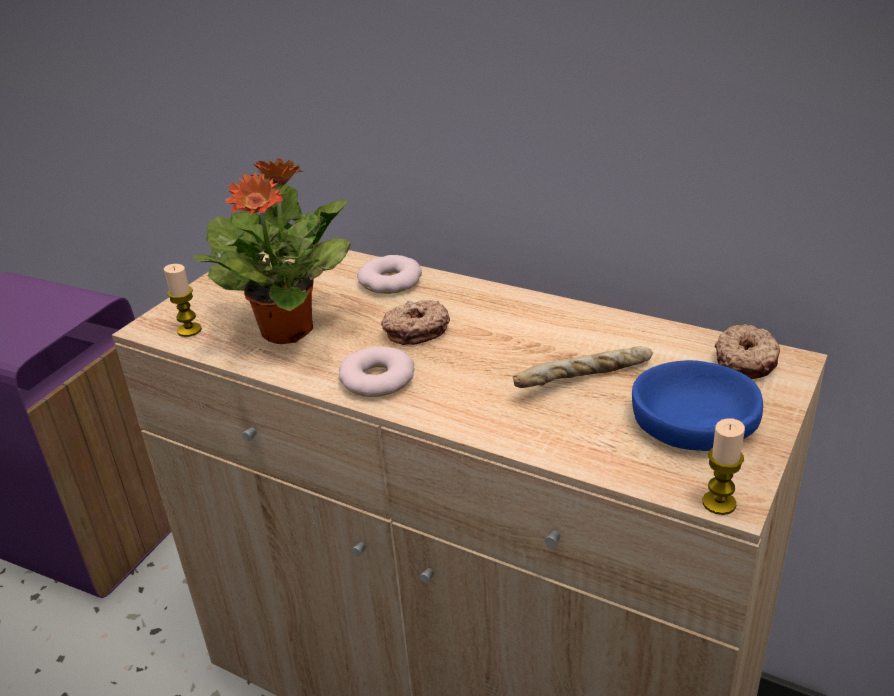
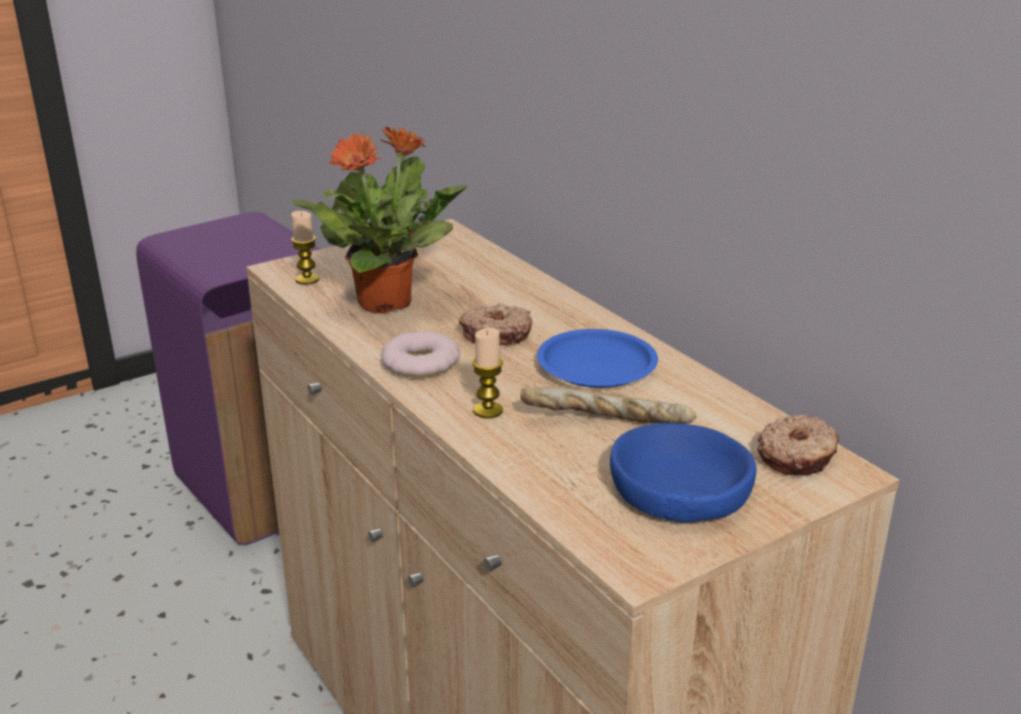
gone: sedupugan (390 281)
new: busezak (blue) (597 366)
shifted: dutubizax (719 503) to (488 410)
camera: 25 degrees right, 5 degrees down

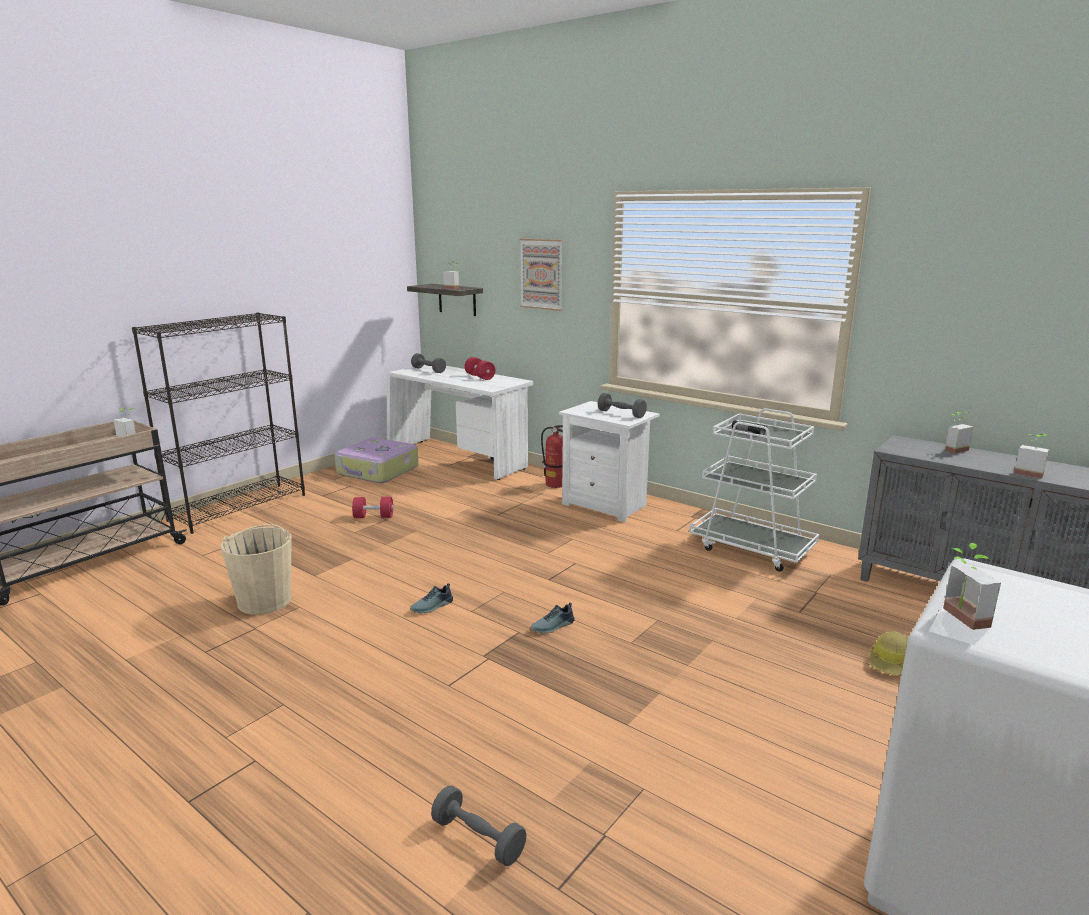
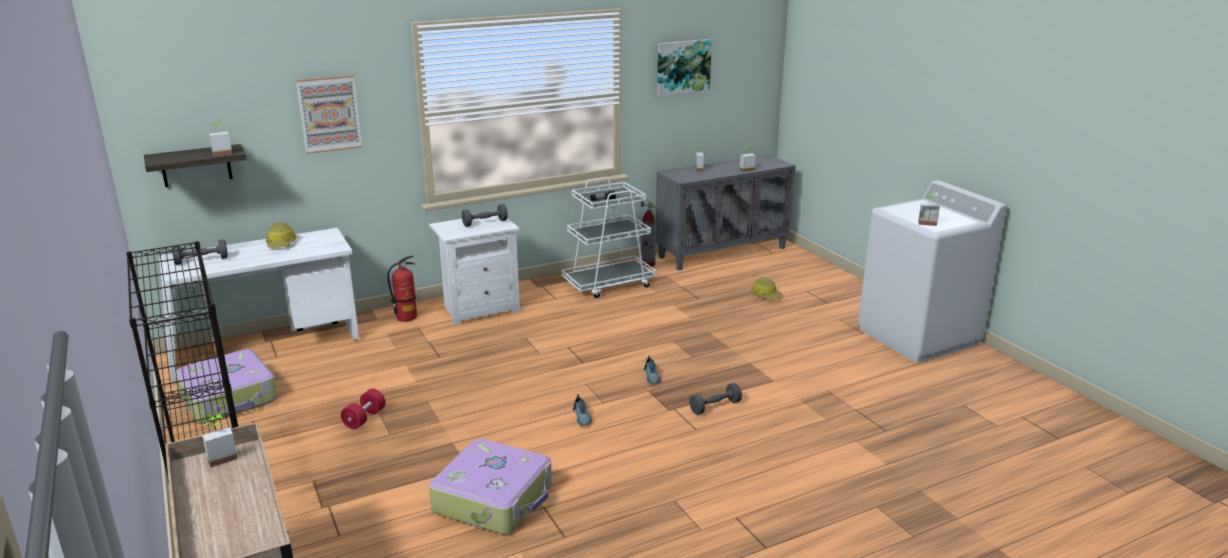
new: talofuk (648 264); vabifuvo (683 67)
shifted: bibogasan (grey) (478 838) to (715 407)
swapped: bibogasan (red) (480 377) to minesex (281 244); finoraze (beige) (265 601) to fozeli (494 498)
camera: 65 degrees left, 5 degrees up

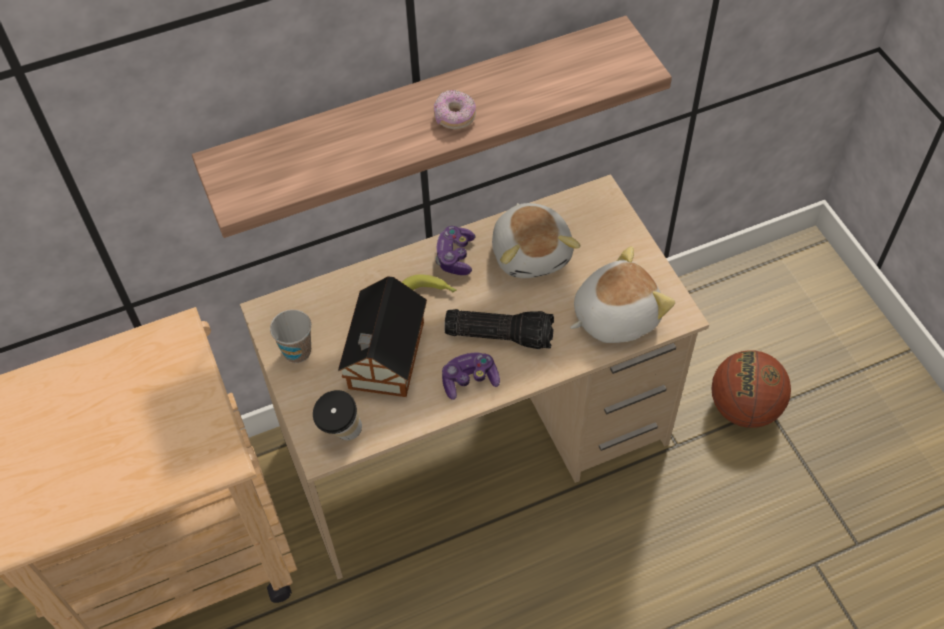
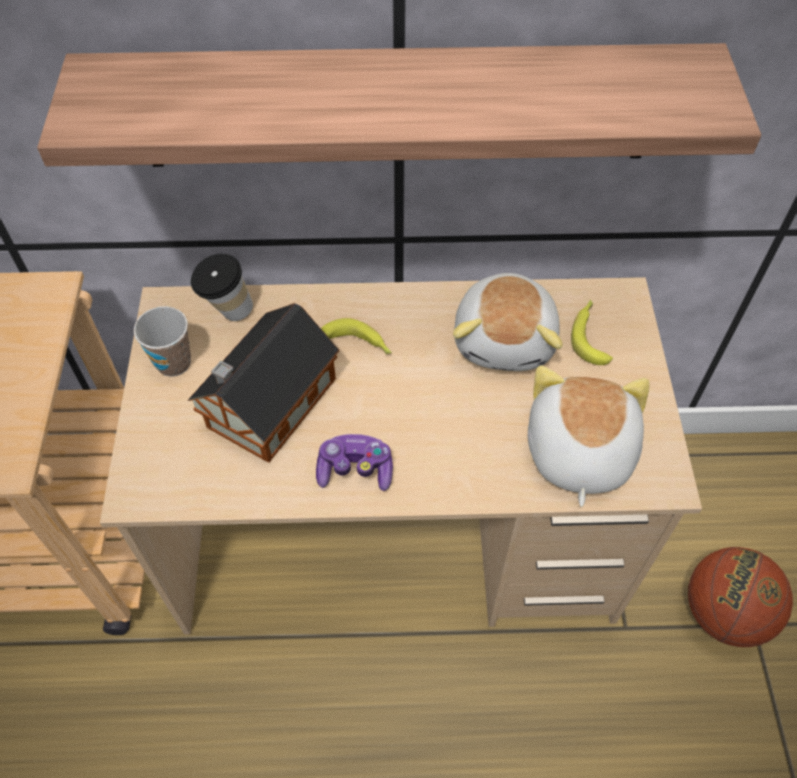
gone: sedupugan (454 117); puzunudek (455 256); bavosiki (500 334)
new: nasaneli (590 335)
shifted: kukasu (341 434) to (227 313)
rotated: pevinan (614 315) = (577 452) 75 degrees counterclockwise
camera: 20 degrees right, 0 degrees up

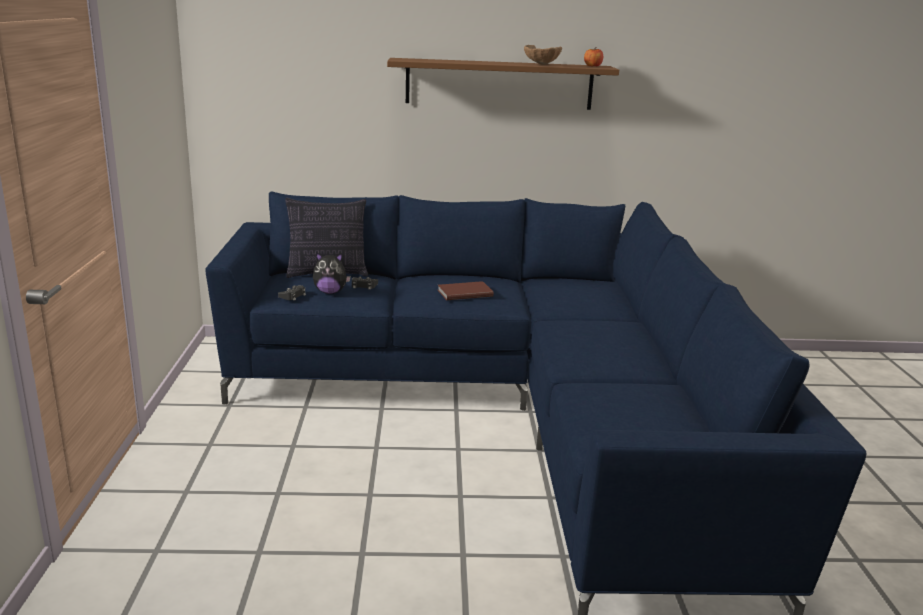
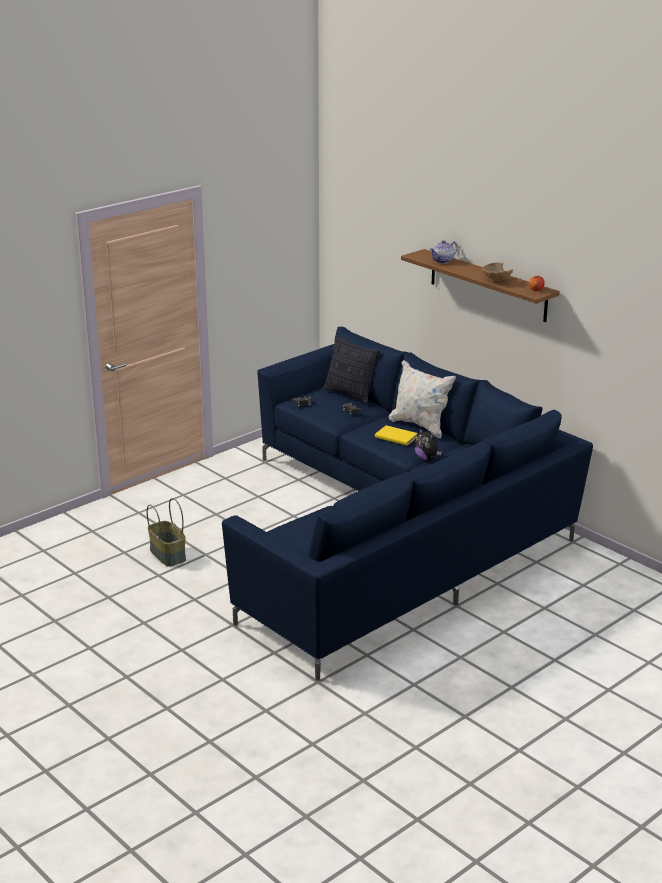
new: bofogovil (168 555); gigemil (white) (420 426); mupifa (443 261)
shifted: pevinan (330 292) to (426 458)
repainted: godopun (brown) (464 293) to godopun (yellow) (396 436)
camera: 50 degrees right, 5 degrees up

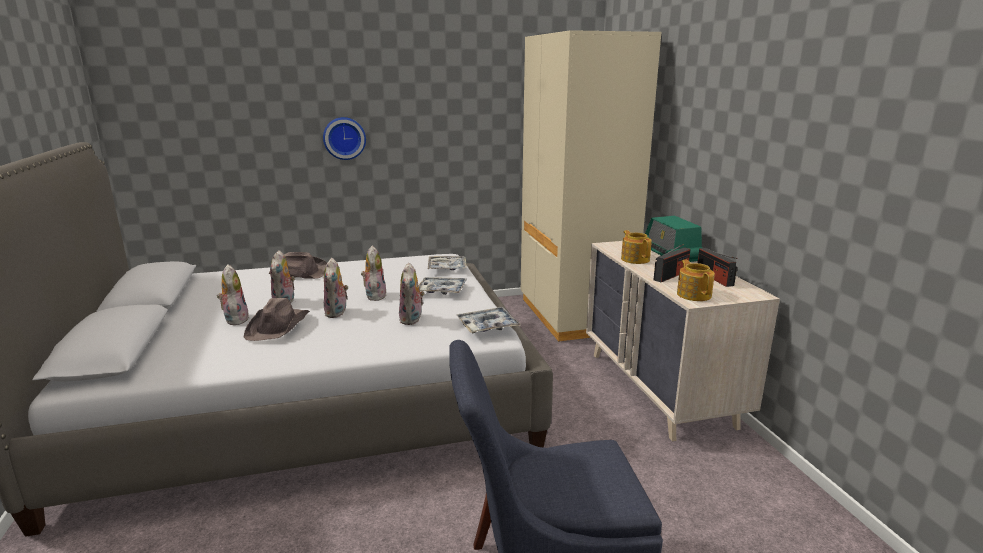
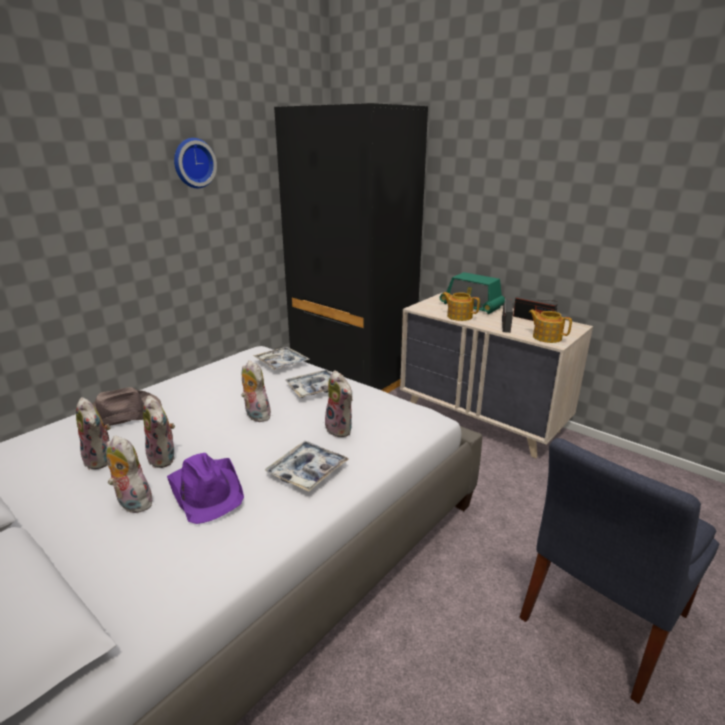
shifted: pevinan (337 313) to (101 460); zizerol (344 138) to (193 163); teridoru (487 326) to (307 471)
repainted: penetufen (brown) (278 326) to penetufen (purple) (207 490); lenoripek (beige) (573 315) to lenoripek (black) (352 376)
camera: 35 degrees left, 5 degrees up

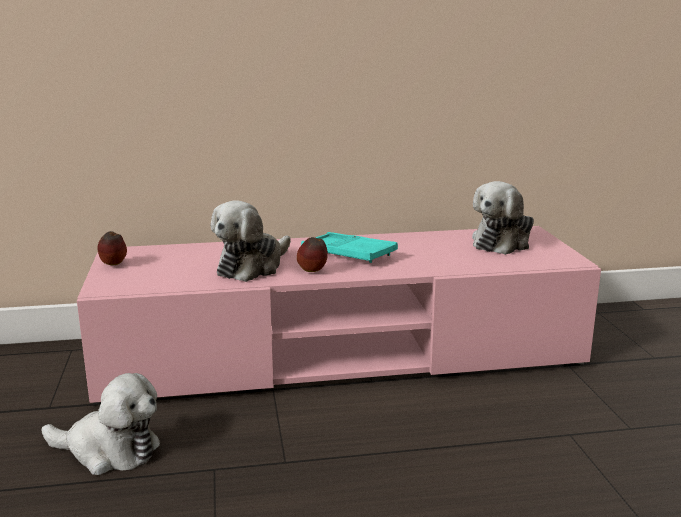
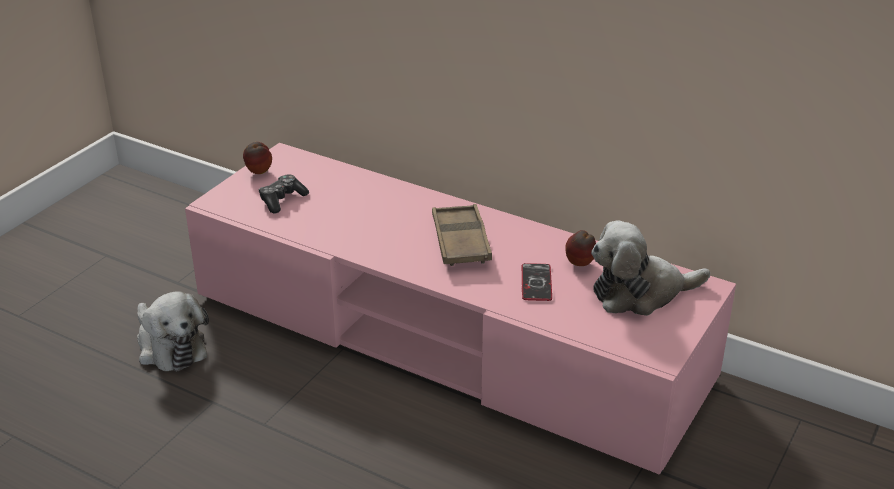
gone: pevinan (252 267)
new: puzunudek (282 200); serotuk (536 283)
shifted: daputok (313 272) to (580 265)
repainted: teridoru (turquoise) (348 254) to teridoru (brown) (460 241)
camera: 40 degrees right, 15 degrees up

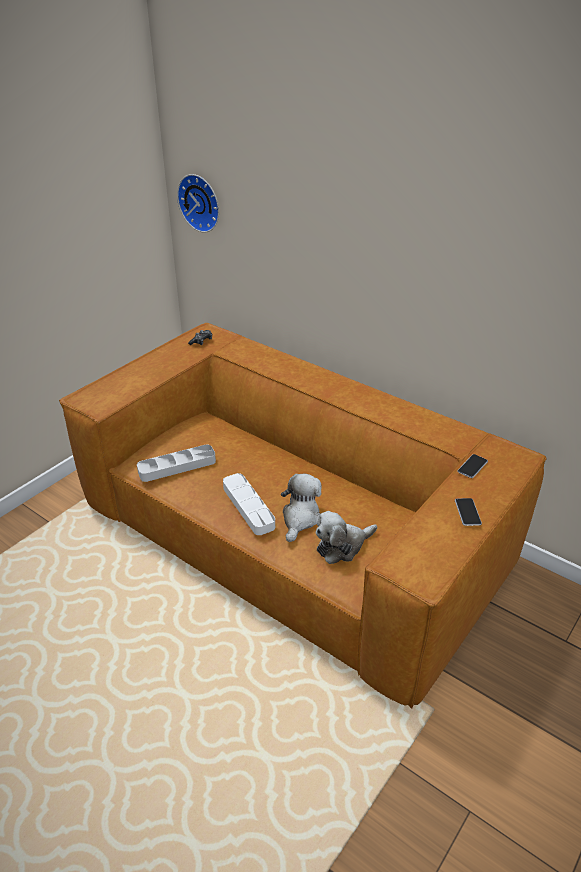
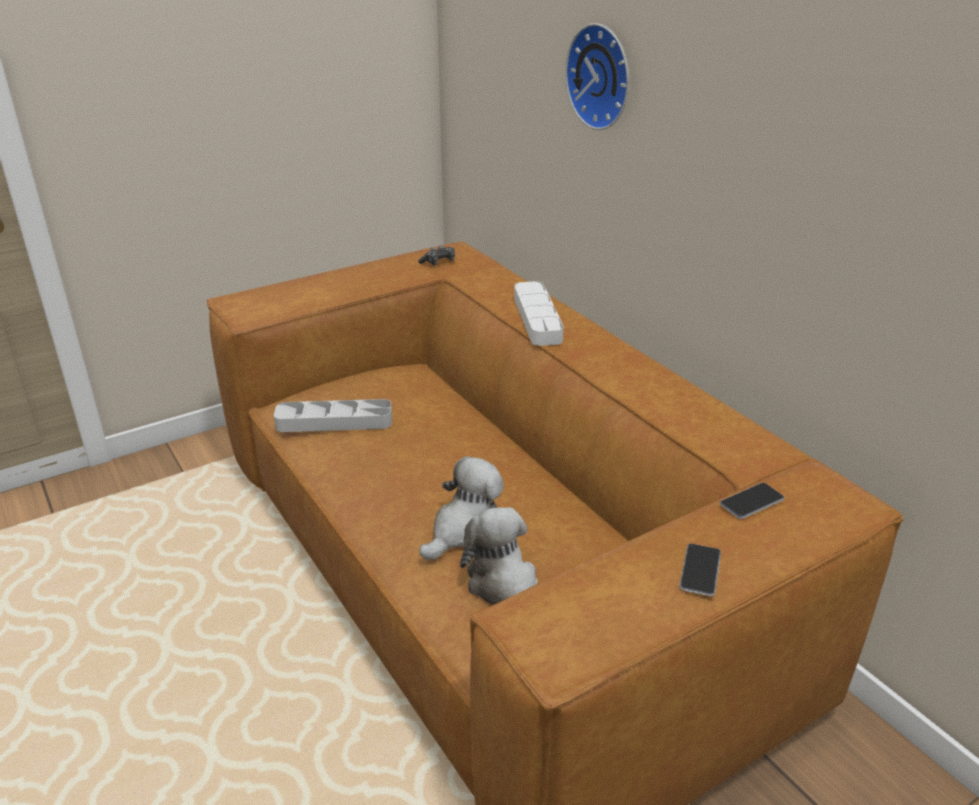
shifted: teridoru (white) (248 507) to (537 318); zizerol (201 202) to (602 76)
rotated: pevinan (342 546) = (504 586) 75 degrees clockwise
camera: 20 degrees right, 5 degrees down

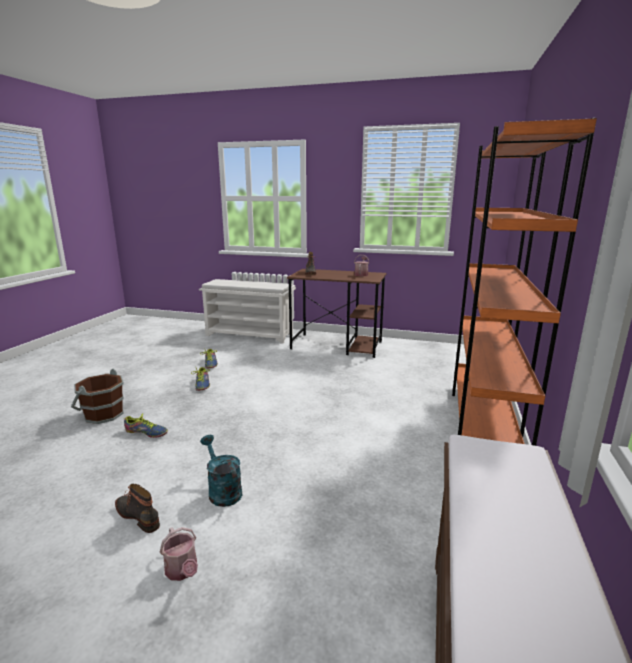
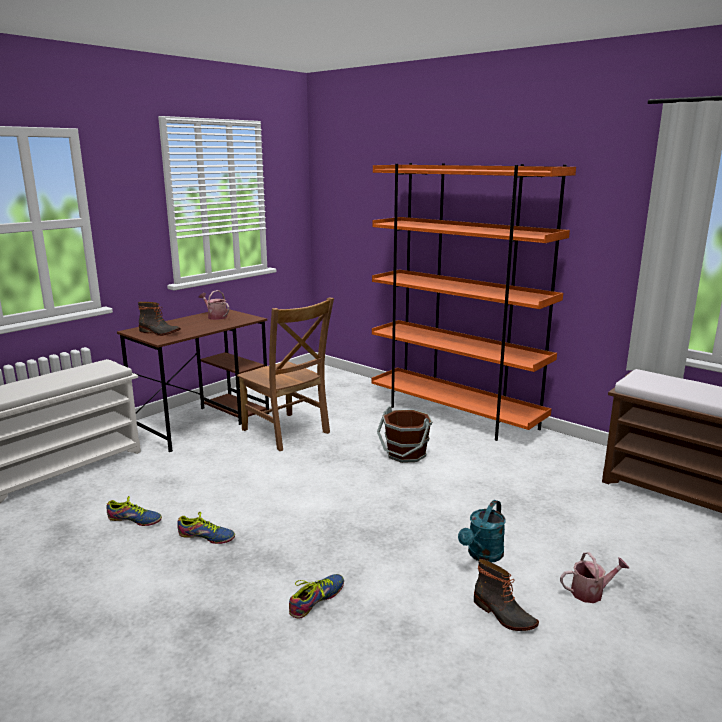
new: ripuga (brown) (287 432)
shifted: finoraze (brown) (103 414) to (405 454)
rotated: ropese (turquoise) (222 490) = (482 555) 45 degrees counterclockwise; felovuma (139 516) = (503 615) 105 degrees counterclockwise
camera: 65 degrees left, 0 degrees up

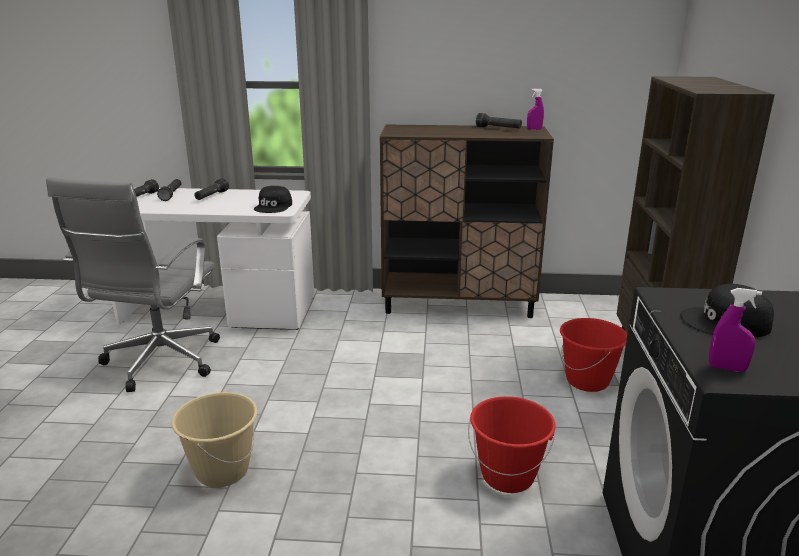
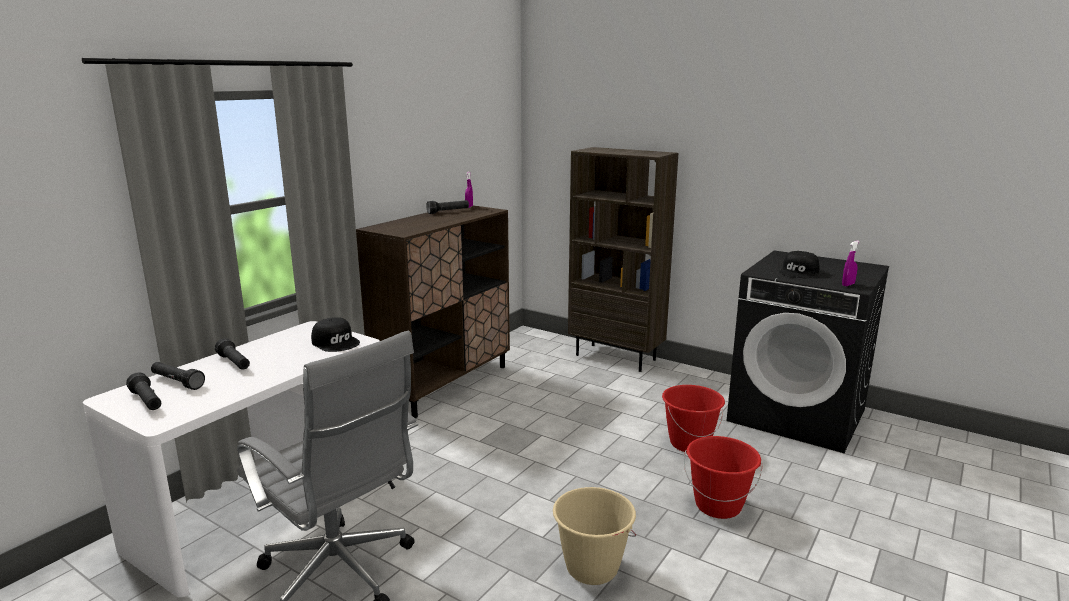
shifted: finoraze (red) (587 381) to (718 505)
camera: 60 degrees left, 5 degrees down

